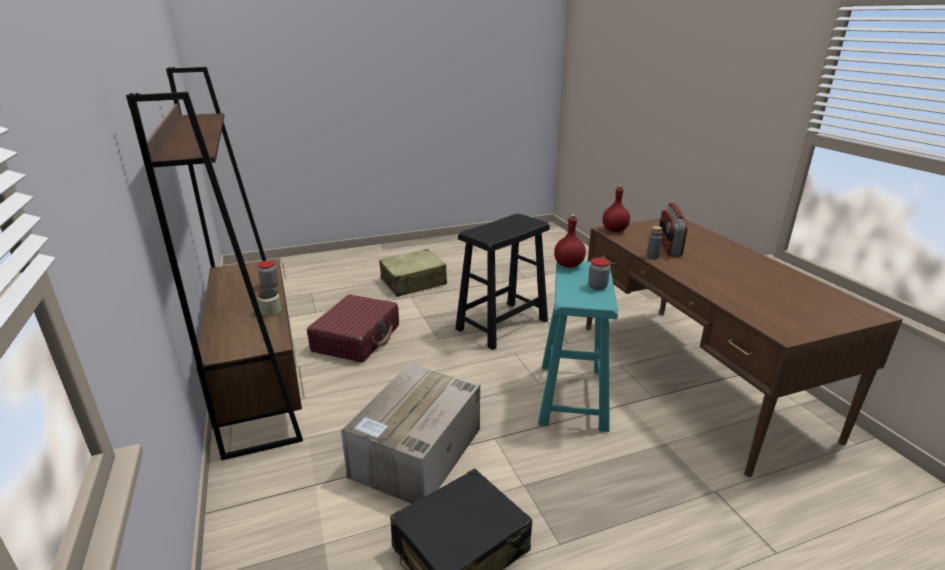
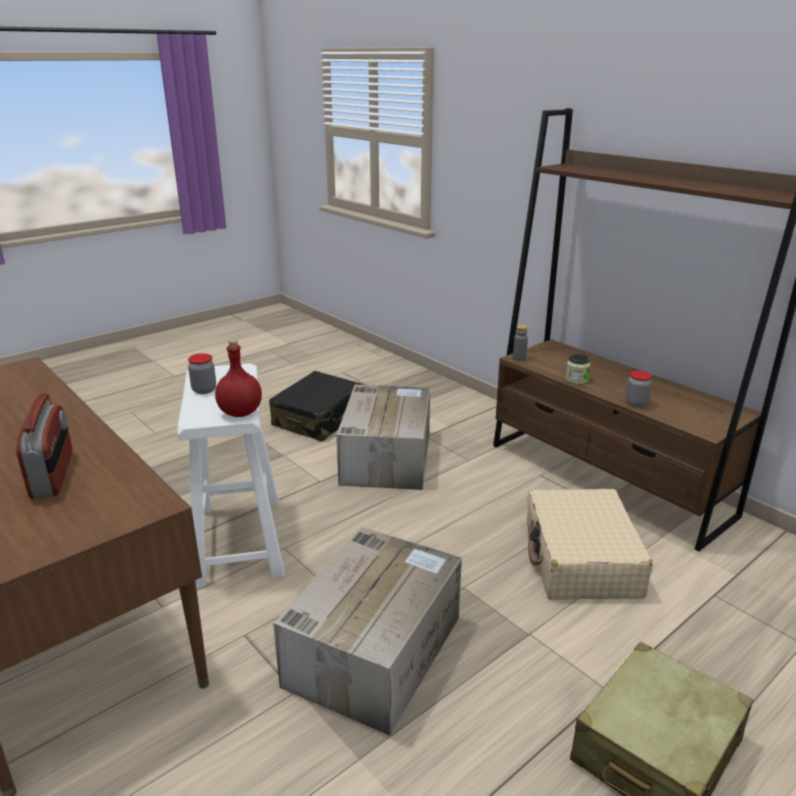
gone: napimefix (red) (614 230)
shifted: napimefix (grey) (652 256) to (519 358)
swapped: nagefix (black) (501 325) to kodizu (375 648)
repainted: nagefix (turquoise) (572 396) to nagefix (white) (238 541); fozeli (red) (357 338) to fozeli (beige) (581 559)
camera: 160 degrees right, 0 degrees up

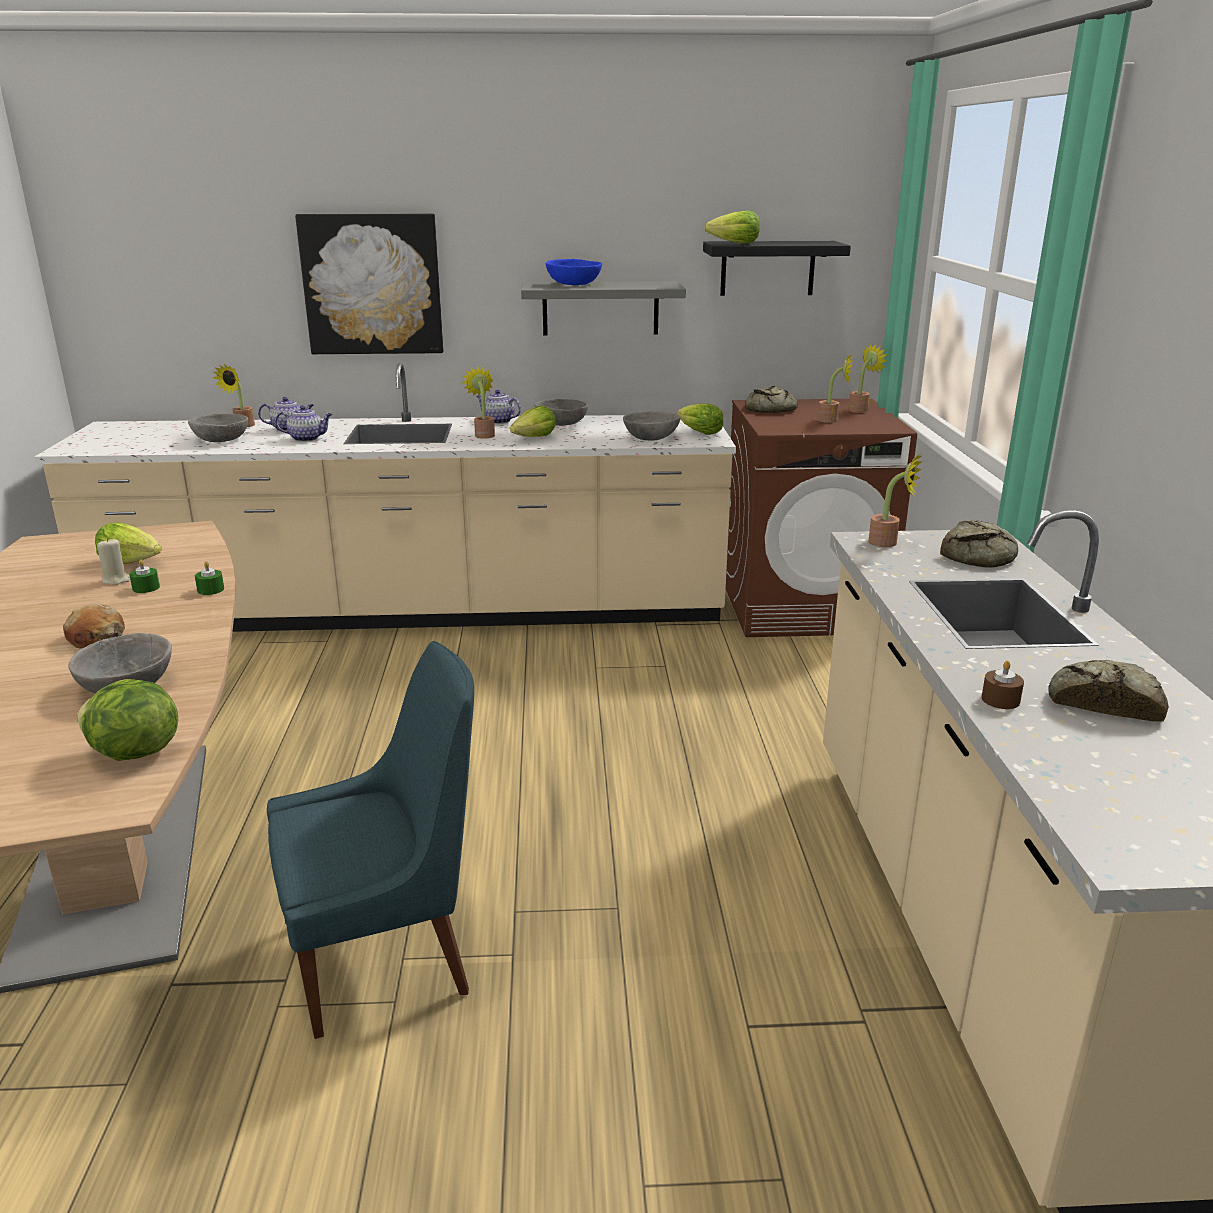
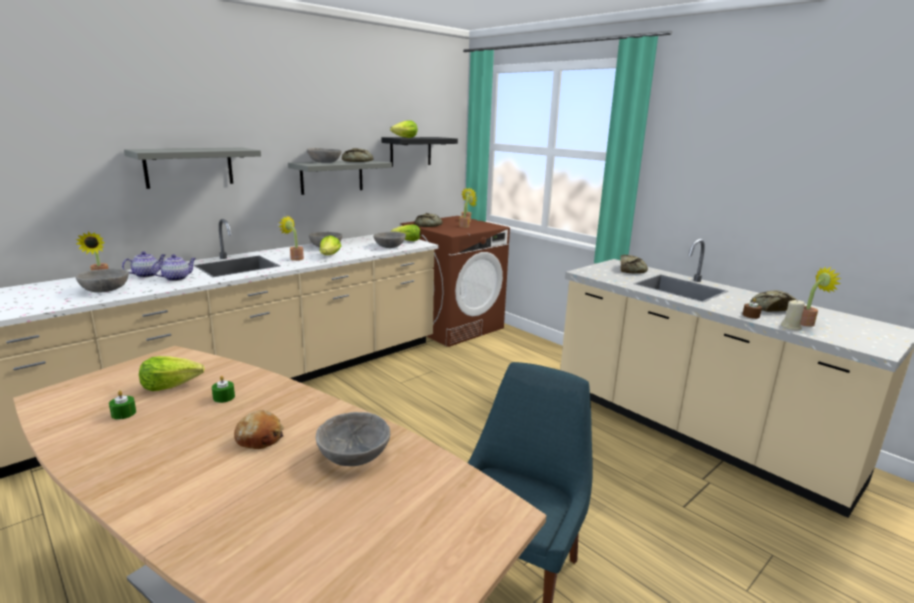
gone: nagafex (133 753); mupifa (498 421)
new: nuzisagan (358 161)
shifted: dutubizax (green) (210 590) to (123 413); dutubizax (beige) (116 580) to (791 327); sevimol (888 543) to (807 323)
swapped: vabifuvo (372 284) to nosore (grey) (189 167)
repainted: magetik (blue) (574 284) to magetik (grey) (324 162)
camera: 40 degrees left, 5 degrees down

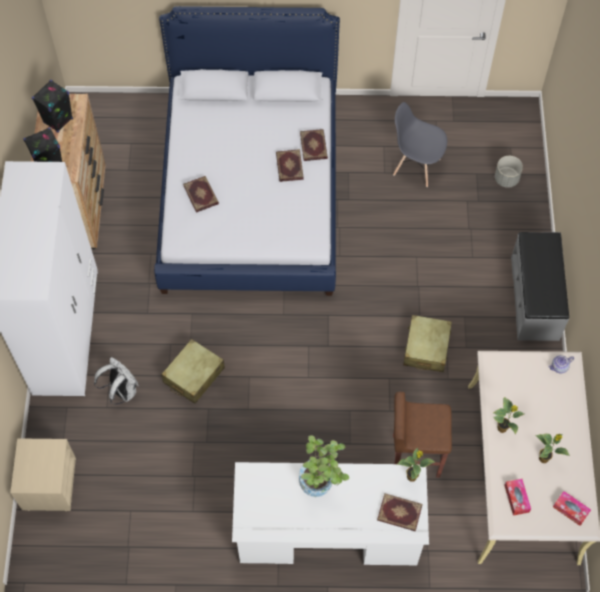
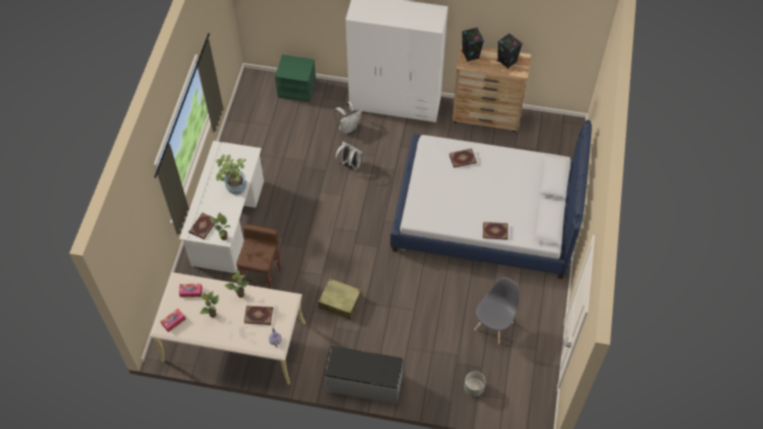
shifted: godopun (289 166) to (258 315)
swapped: fozeli (beige) (193 375) to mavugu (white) (350 165)
repainted: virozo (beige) (48 483) to virozo (green) (297 89)
camera: 100 degrees right, 5 degrees down

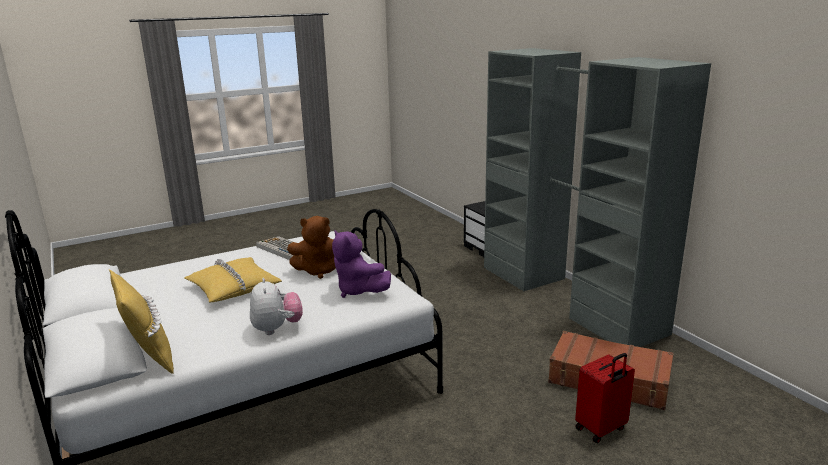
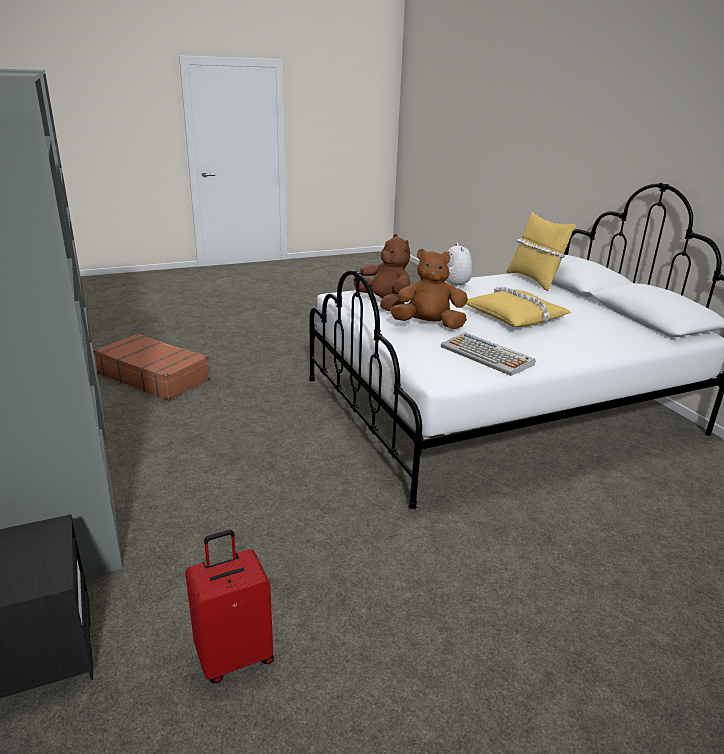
shifted: fozeli (red) (601 429) to (234 656)
repainted: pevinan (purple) (358 291) to pevinan (brown) (385 304)
camera: 175 degrees left, 5 degrees up

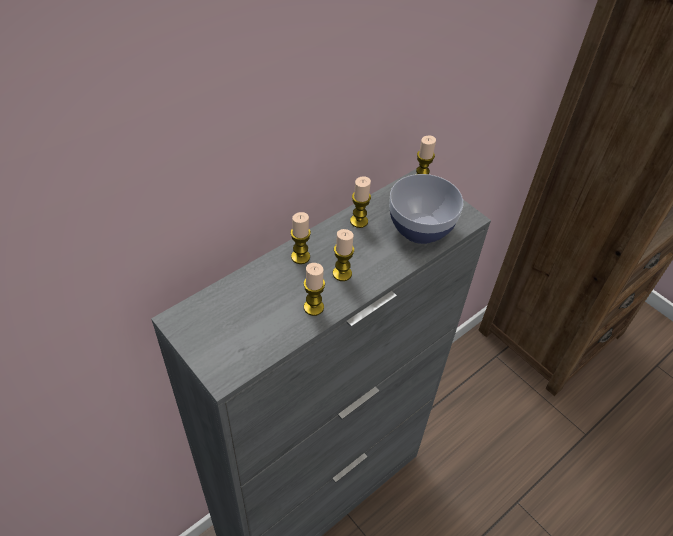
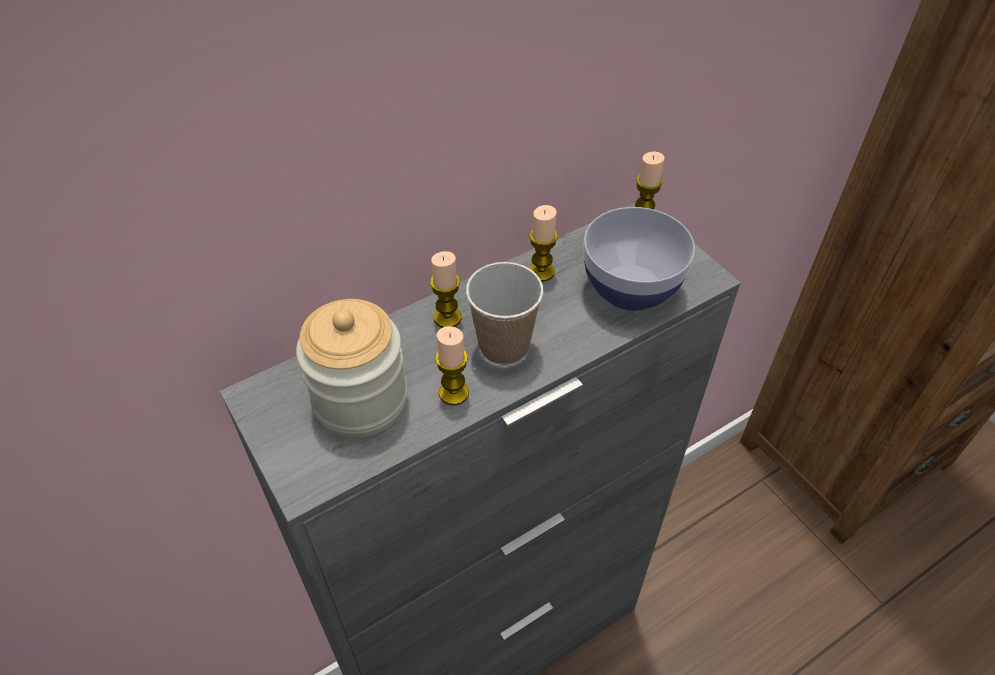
new: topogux (360 400)
swapped: dutubizax (342 273) to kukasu (504 346)
camera: 10 degrees right, 0 degrees up

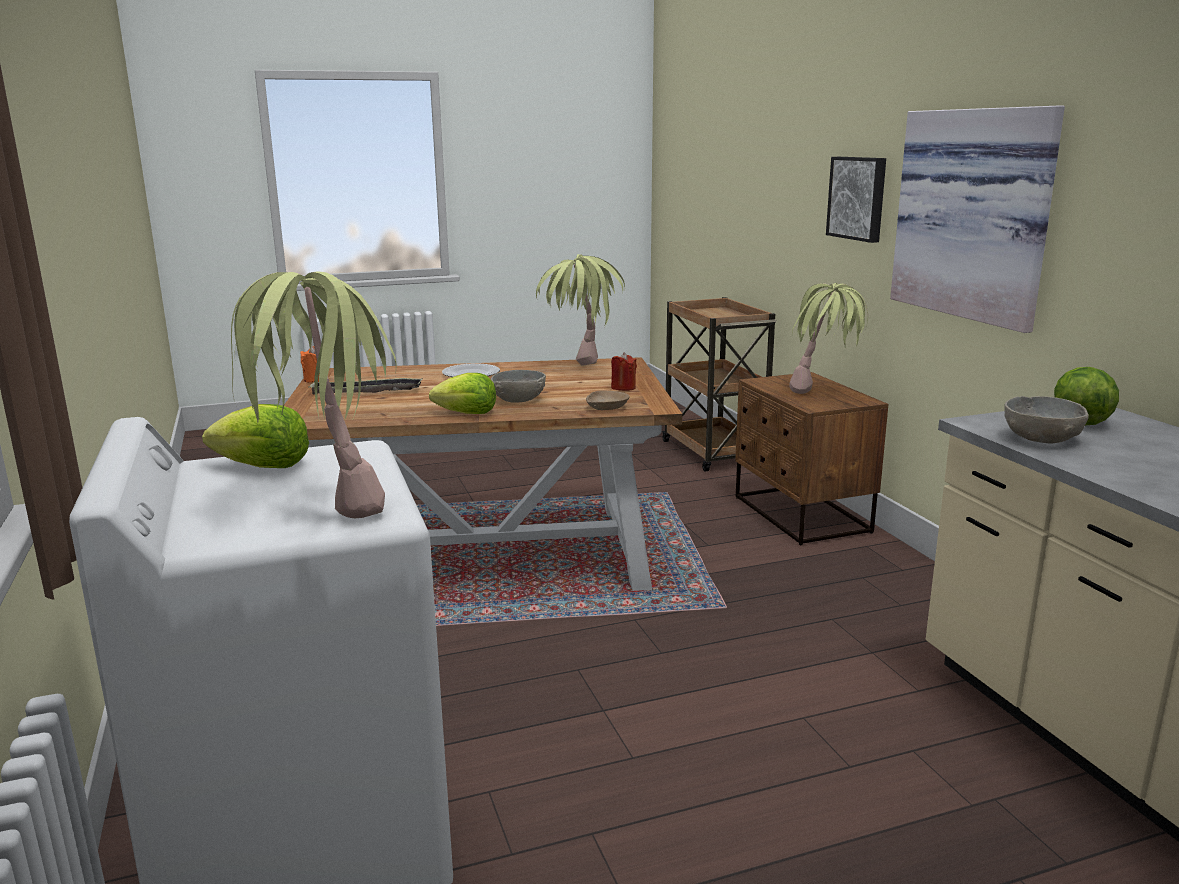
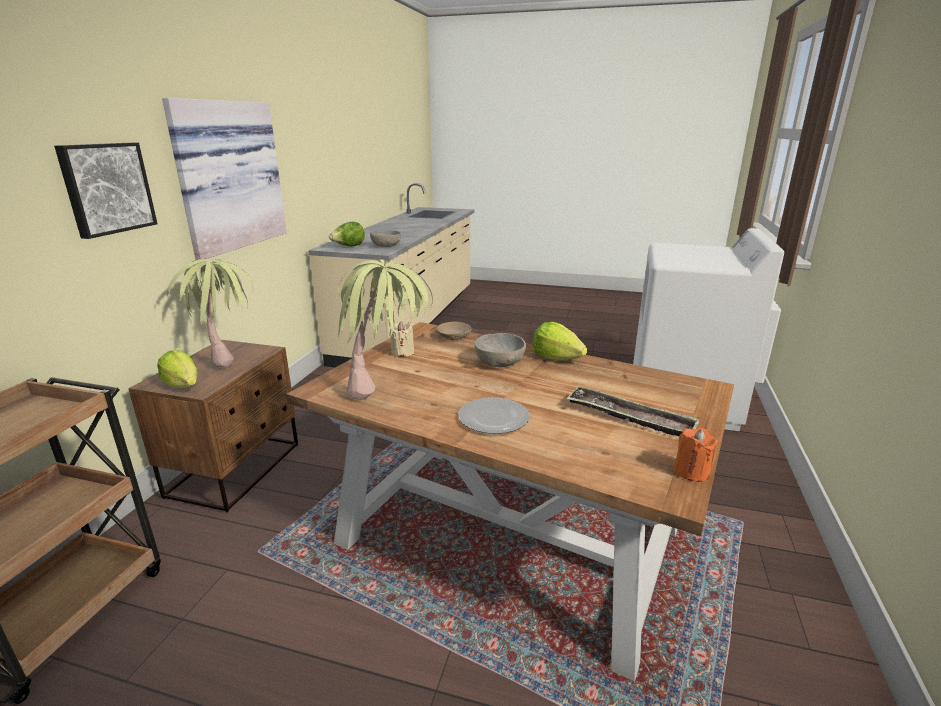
gone: sevimol (325 503)
shifted: nagafex (263 467) to (183 385)
repainted: dutubizax (red) (623 387) to dutubizax (beige) (402 353)
camera: 145 degrees left, 5 degrees up

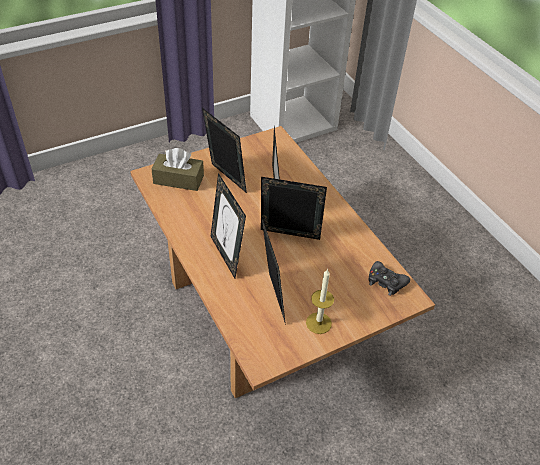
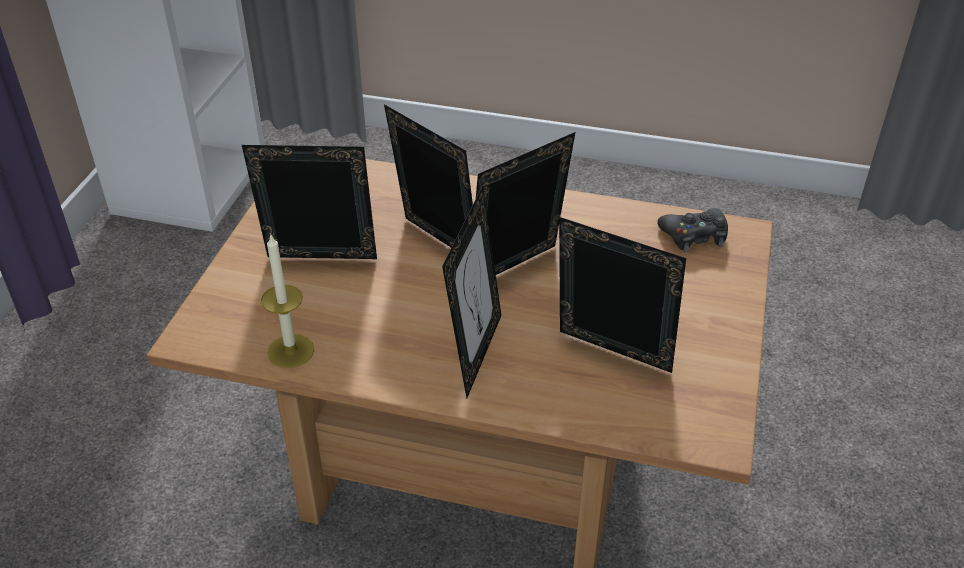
gone: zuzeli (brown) (178 179)
shifted: dutubizax (318 323) to (290 351)
rotated: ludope (227 255) = (475 353) 90 degrees counterclockwise
camera: 45 degrees left, 5 degrees down

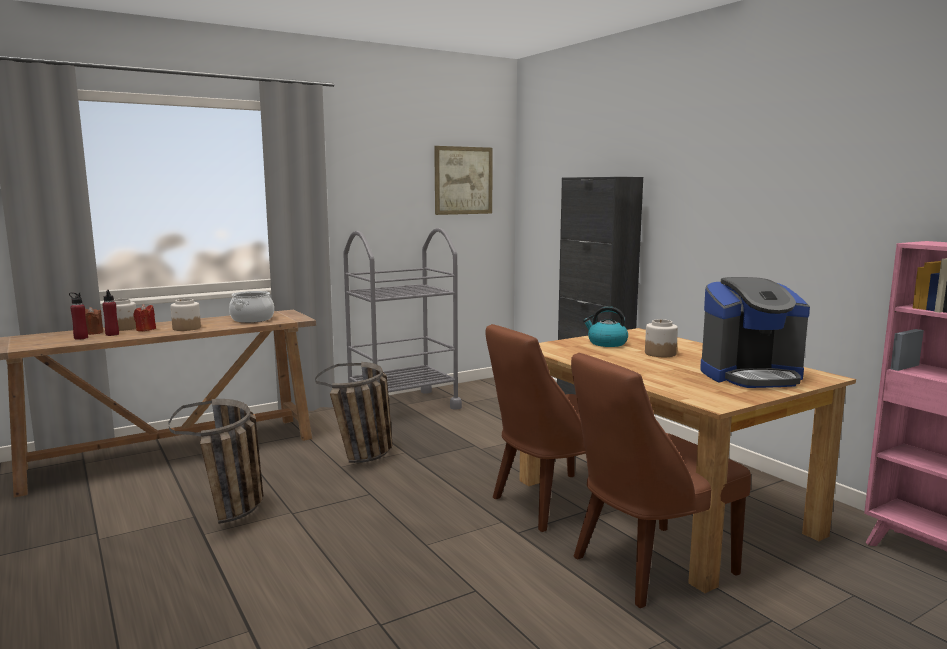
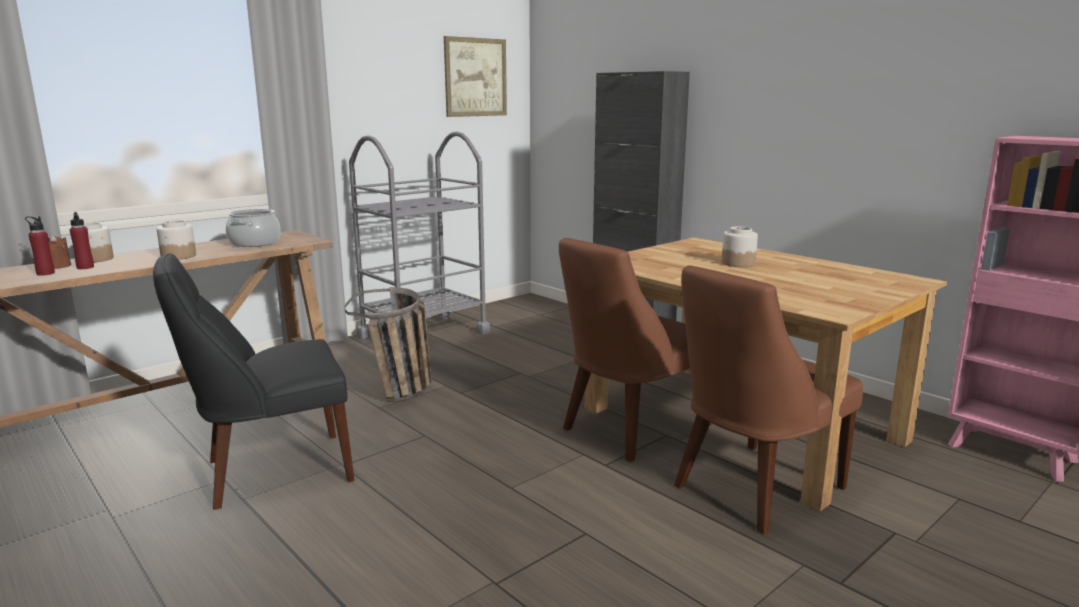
gone: dutubizax (red) (146 329); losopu (606 343); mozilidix (751 376)
swapped: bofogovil (232 513) to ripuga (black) (271 471)
camera: 10 degrees left, 5 degrees up

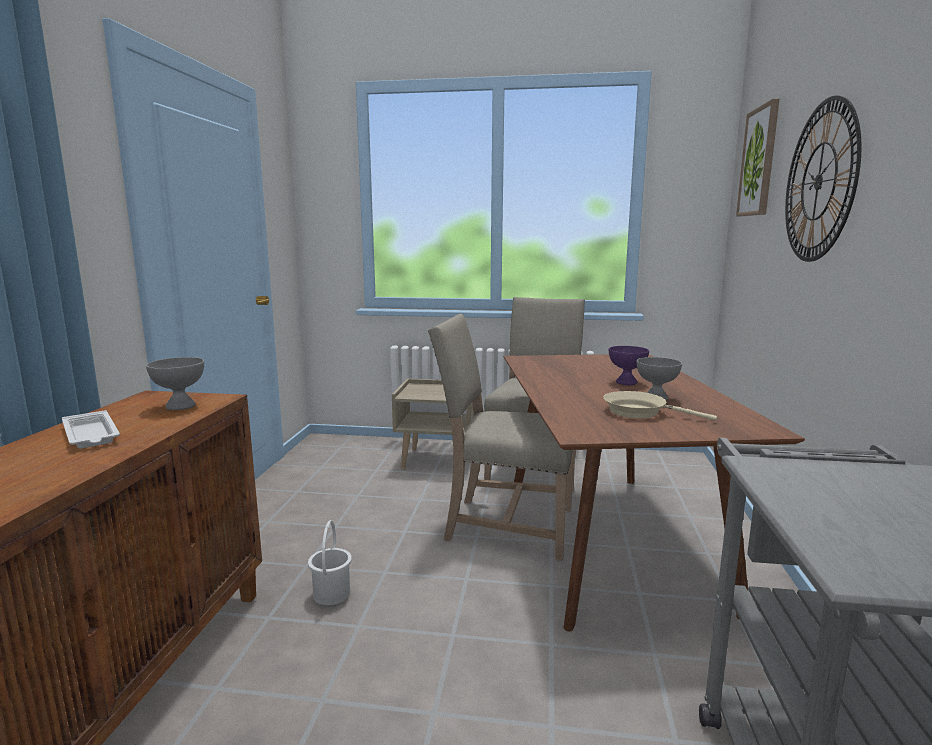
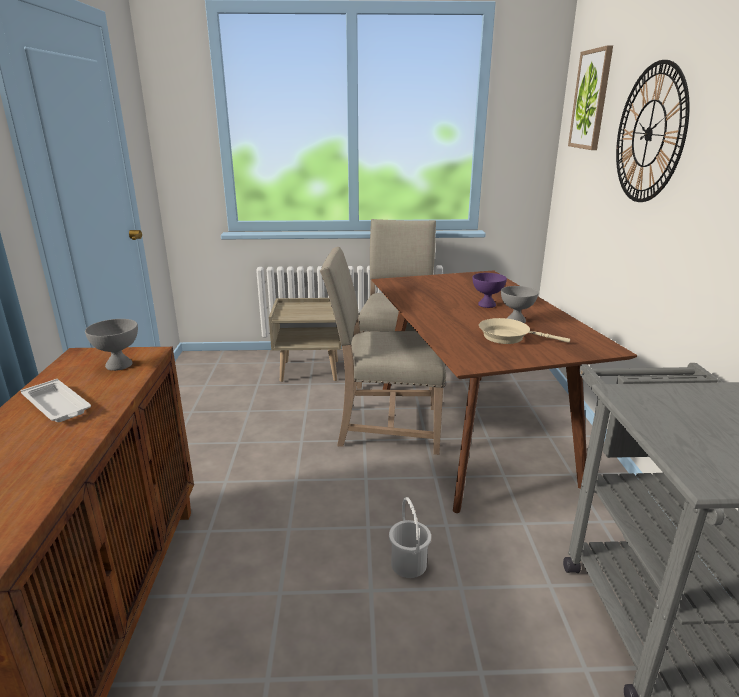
shifted: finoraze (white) (331 594) to (408 564)
camera: 10 degrees left, 10 degrees up

